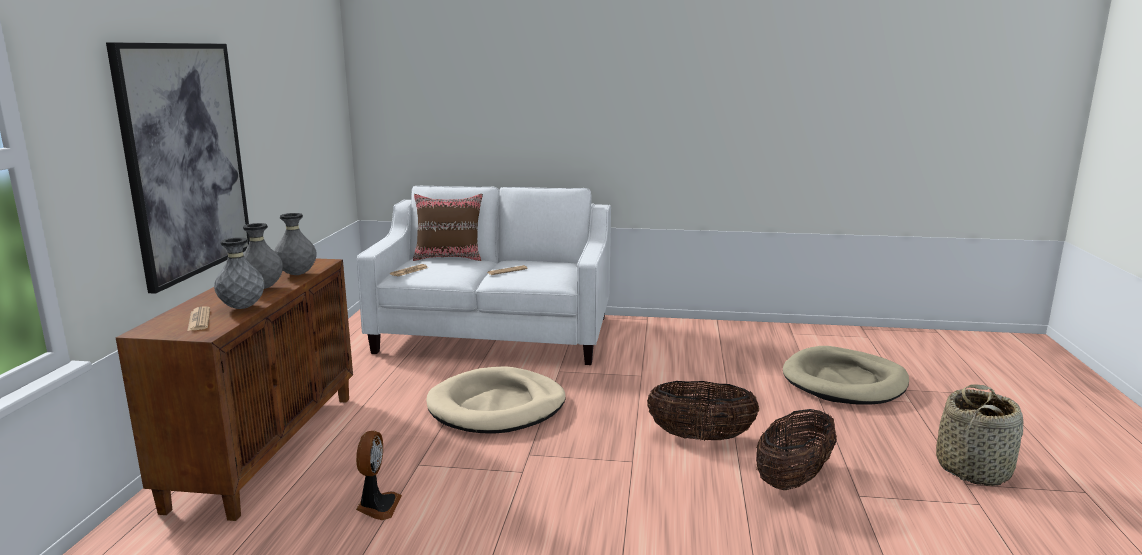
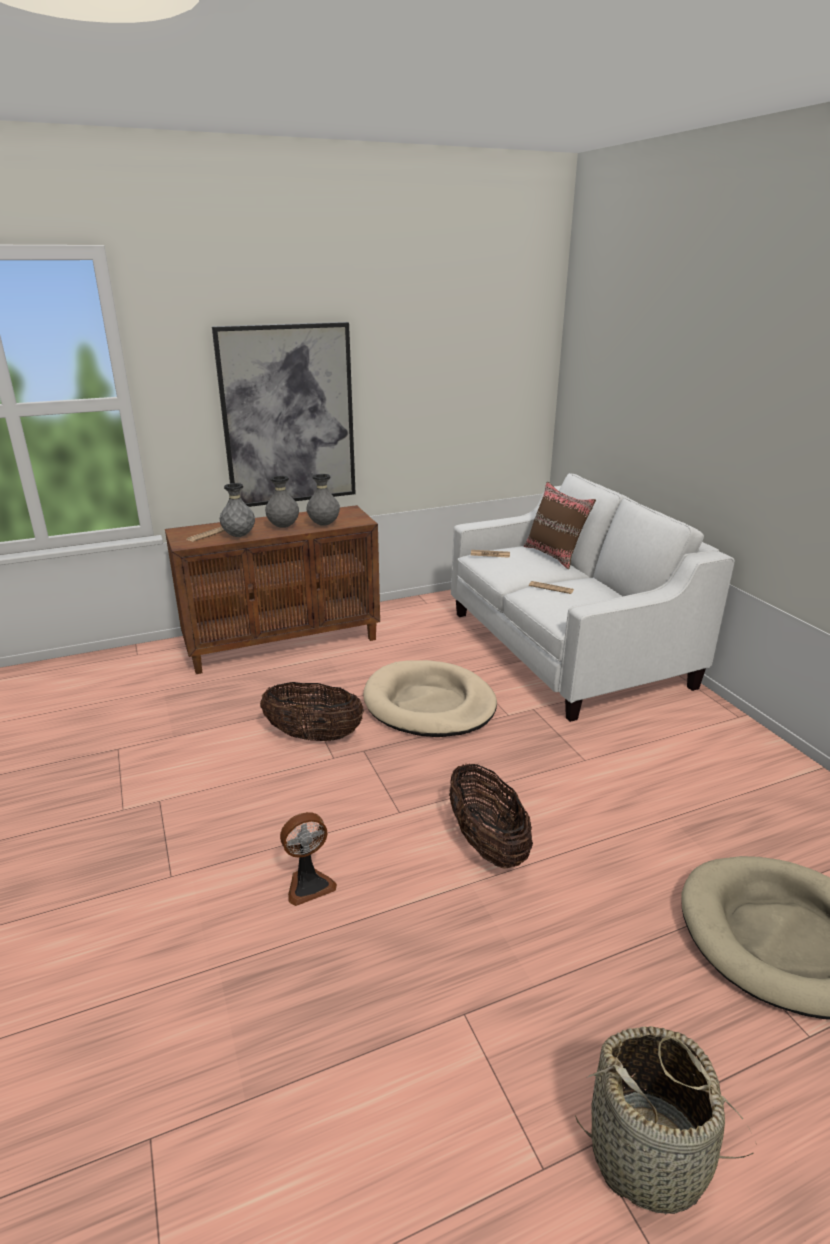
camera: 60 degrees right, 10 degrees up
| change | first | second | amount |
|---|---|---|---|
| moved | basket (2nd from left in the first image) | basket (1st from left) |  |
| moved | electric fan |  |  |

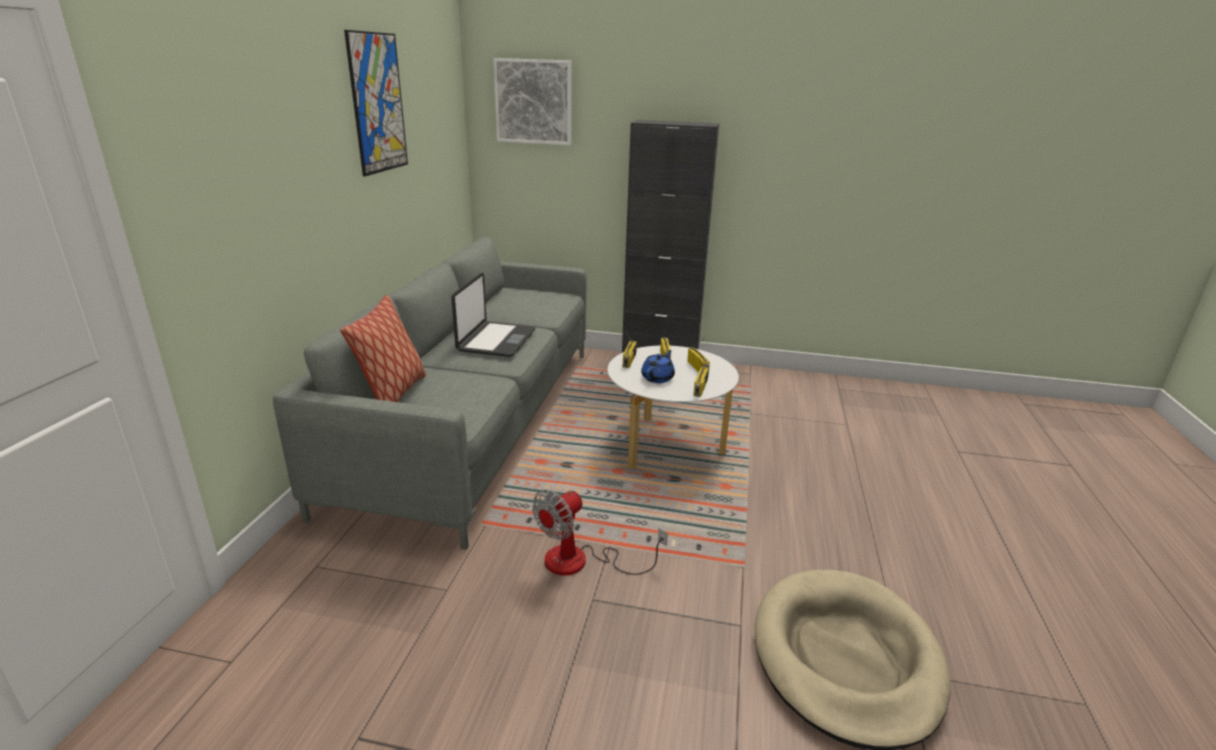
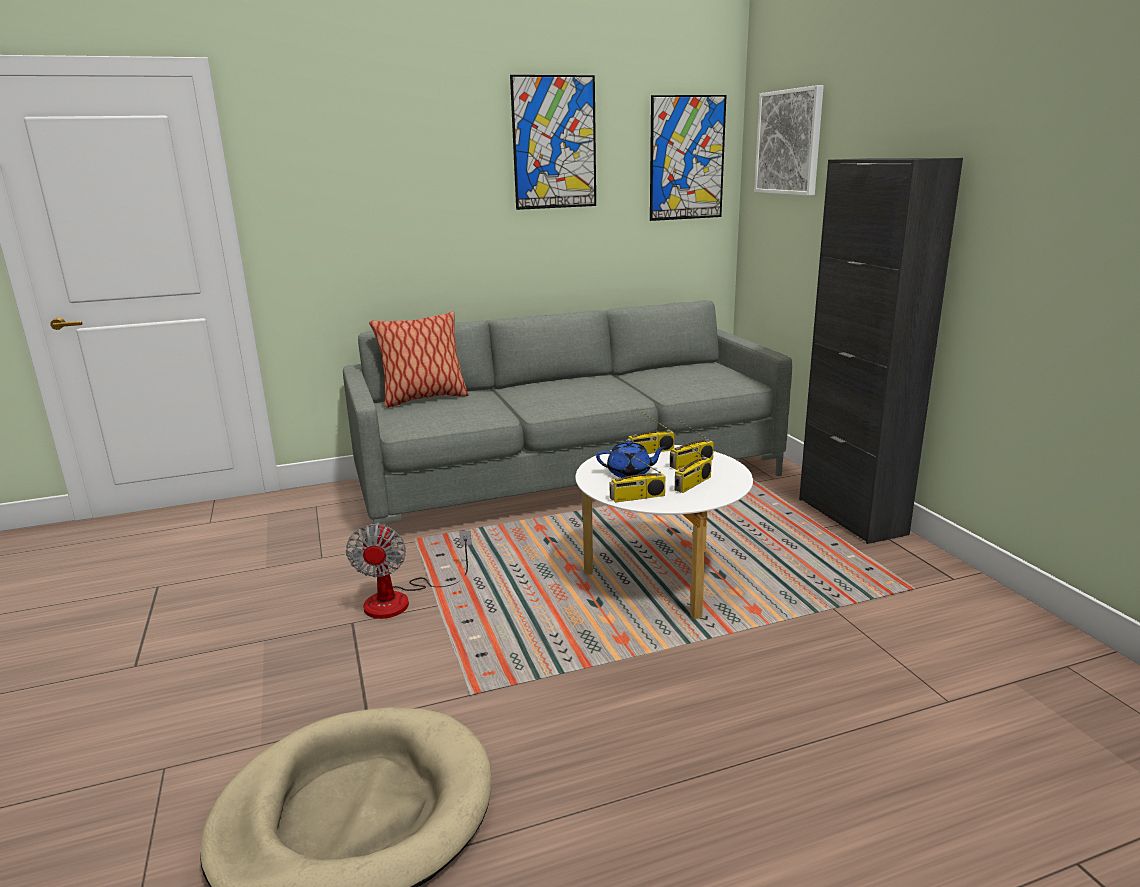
camera: 60 degrees right, 5 degrees down
| change | first | second | amount |
|---|---|---|---|
| removed | notebook computer |  |  |
| turned | electric fan |  | 105 degrees counterclockwise |
| added |  | wall art (2nd from left) |  |

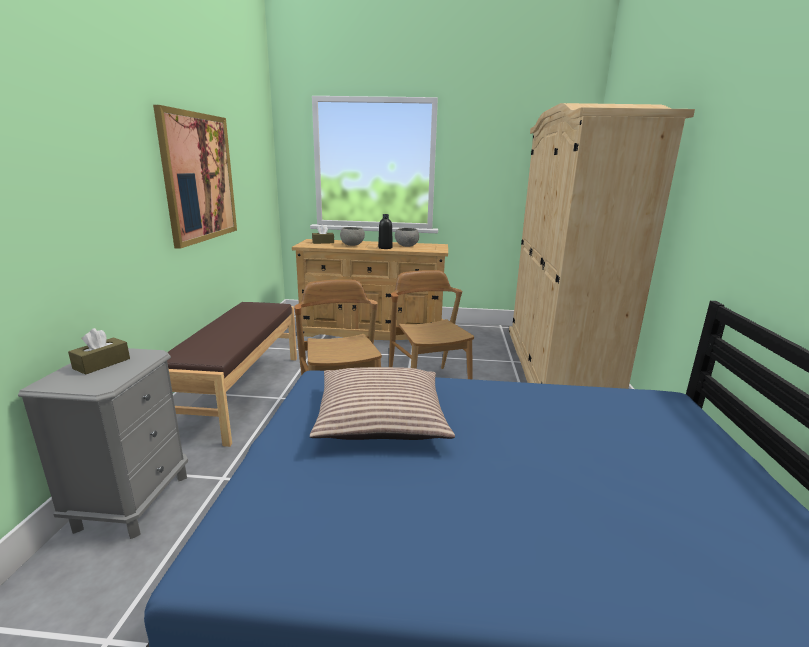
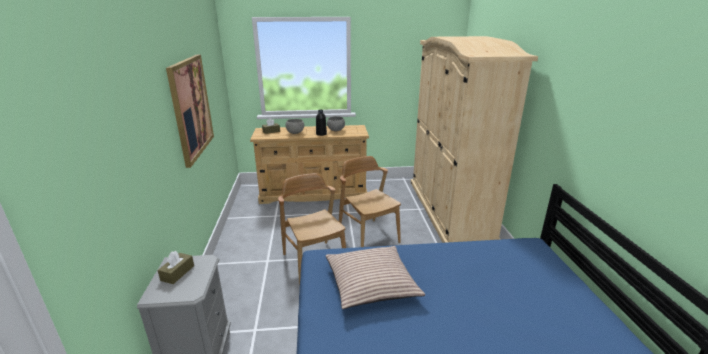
camera: 10 degrees left, 5 degrees up
| change | first | second | amount |
|---|---|---|---|
| removed | brownish long seat |  |  |

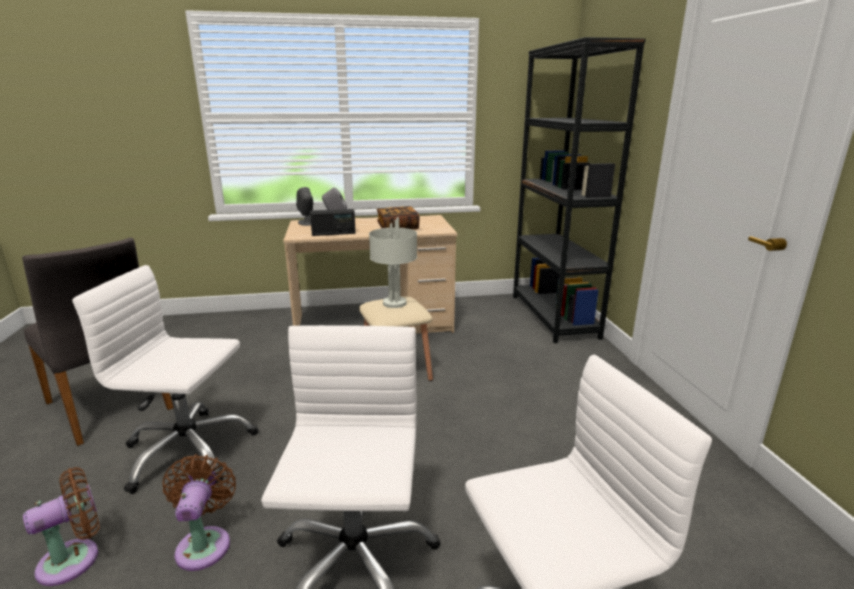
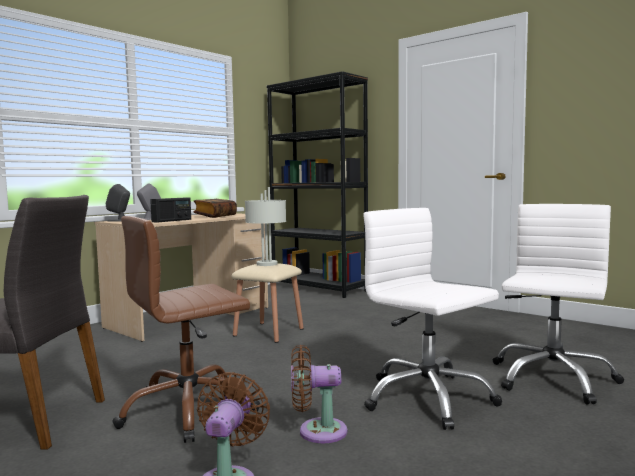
camera: 40 degrees left, 15 degrees down
| change | first | second | amount |
|---|---|---|---|
| recoloured | whitish computer chair (1st from left) | brownish computer chair |  |
| turned | brownish electric fan (2nd from left) |  | 45 degrees counterclockwise |

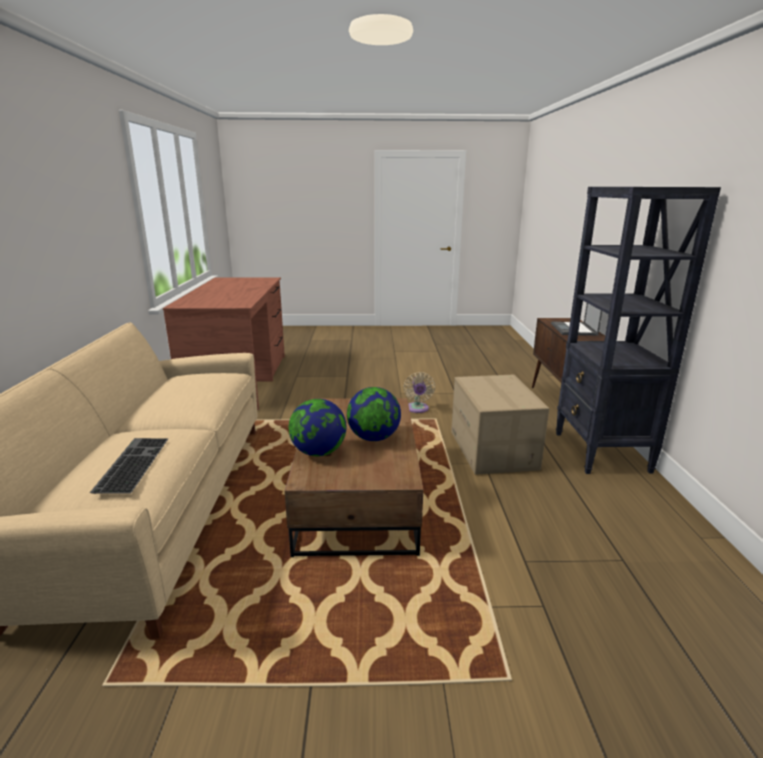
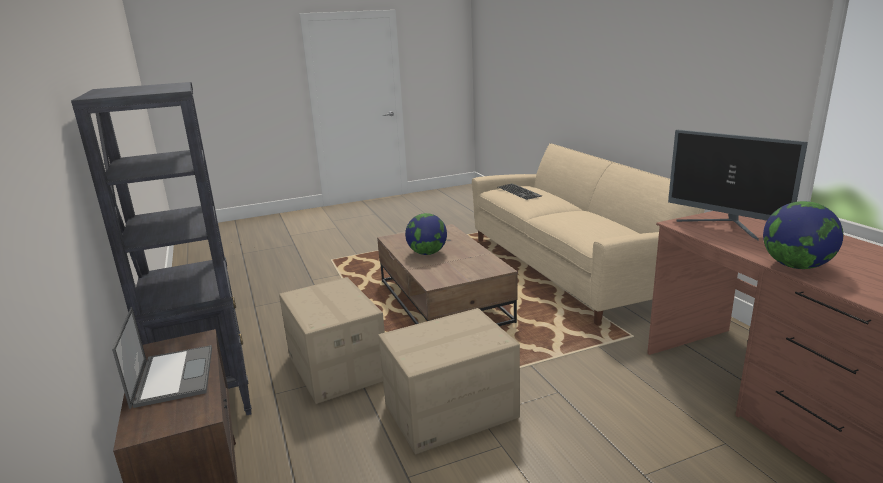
camera: 160 degrees right, 0 degrees up
| change | first | second | amount |
|---|---|---|---|
| replaced | beige-coloured electric fan | packing box (2nd from left) |  |
| moved | world globe (1st from left in the first image) | world globe (2nd from left) |  |
| added |  | monitor |  |

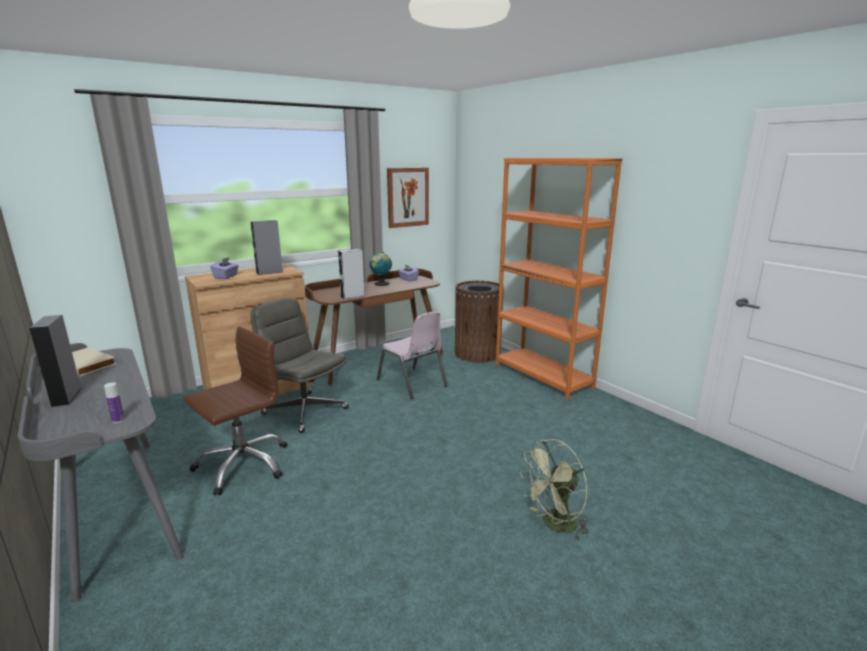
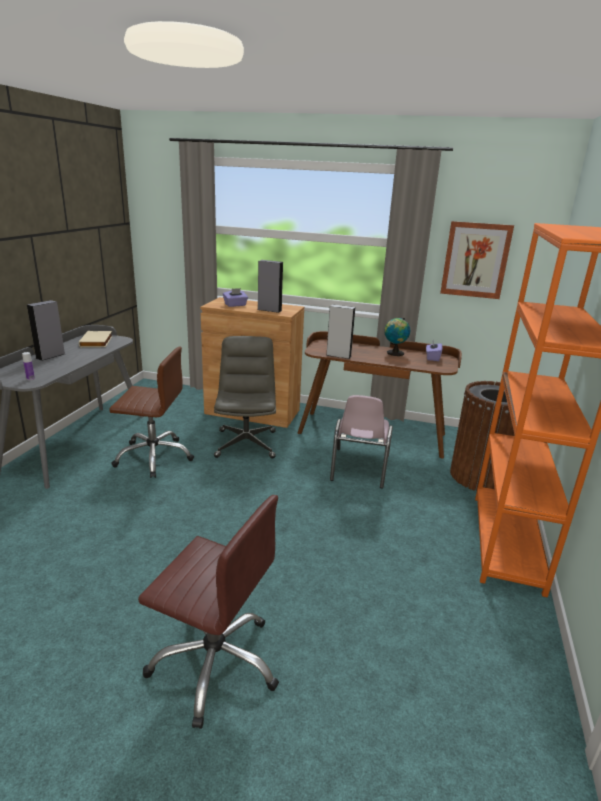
camera: 50 degrees right, 5 degrees up
| change | first | second | amount |
|---|---|---|---|
| replaced | greenish electric fan | brownish computer chair (2nd from left) |  |

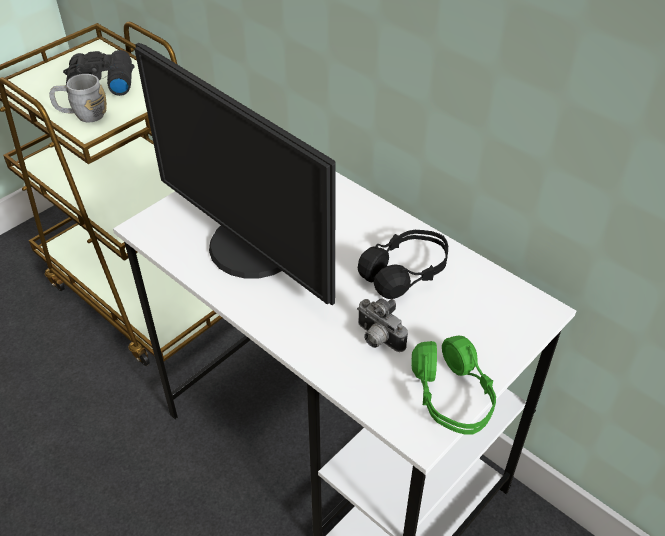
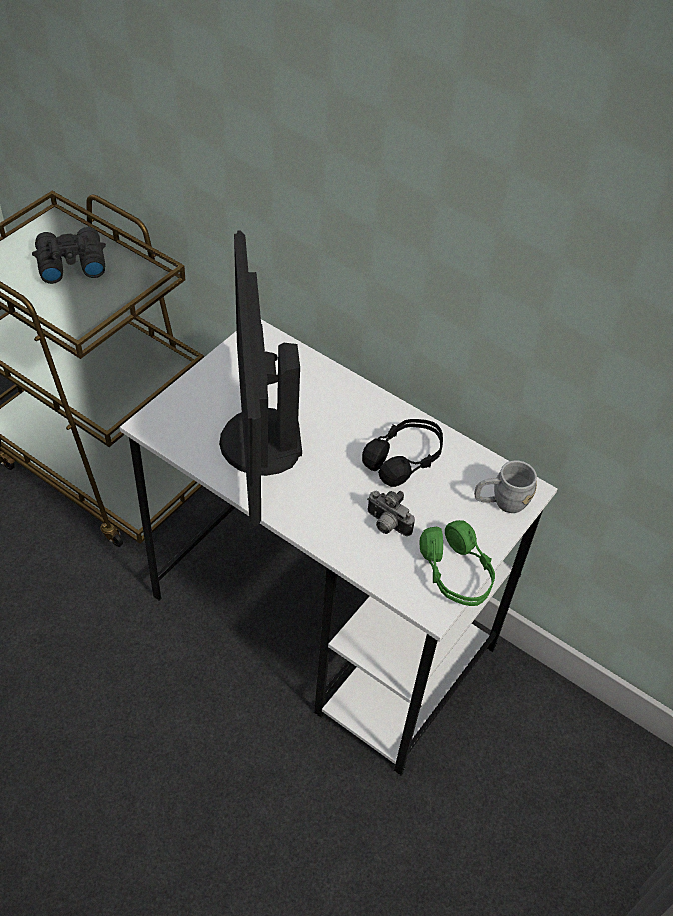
camera: 10 degrees left, 5 degrees up
| change | first | second | amount |
|---|---|---|---|
| turned | monitor |  | 45 degrees clockwise |
| moved | gray coffee mug |  |  |

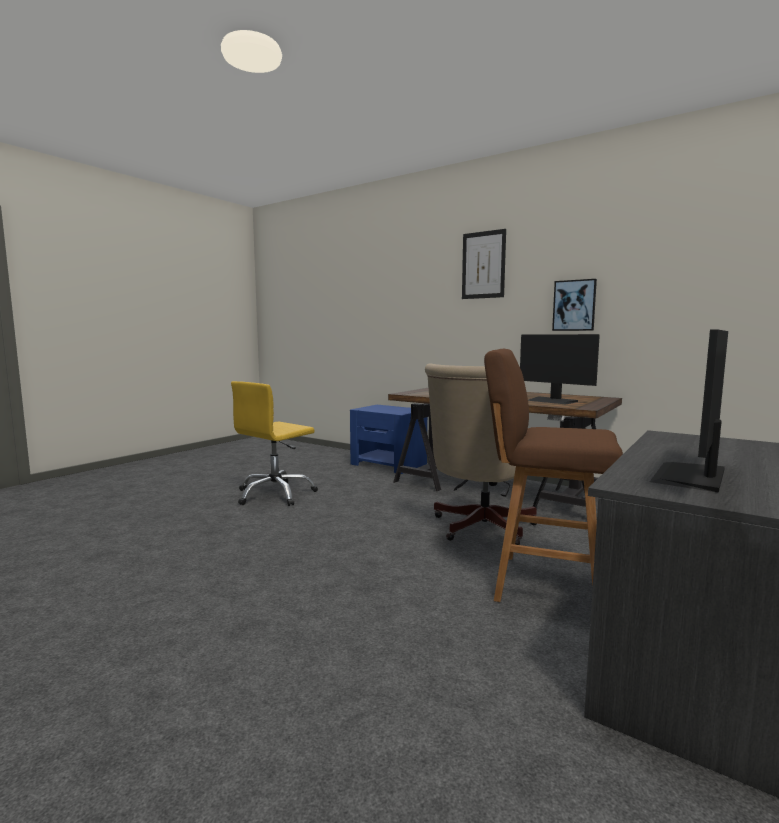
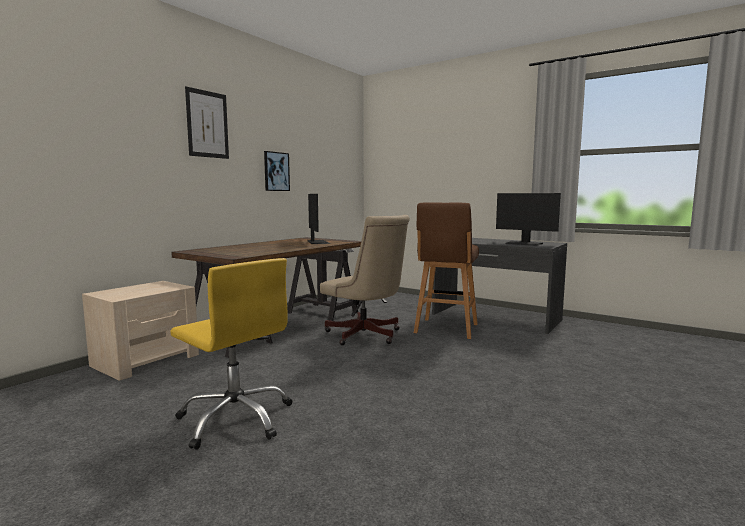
camera: 90 degrees left, 0 degrees up
| change | first | second | amount |
|---|---|---|---|
| turned | monitor (1st from left) |  | 60 degrees counterclockwise |
| recoloured | blue-coloured bedside table | beige-coloured bedside table |  |

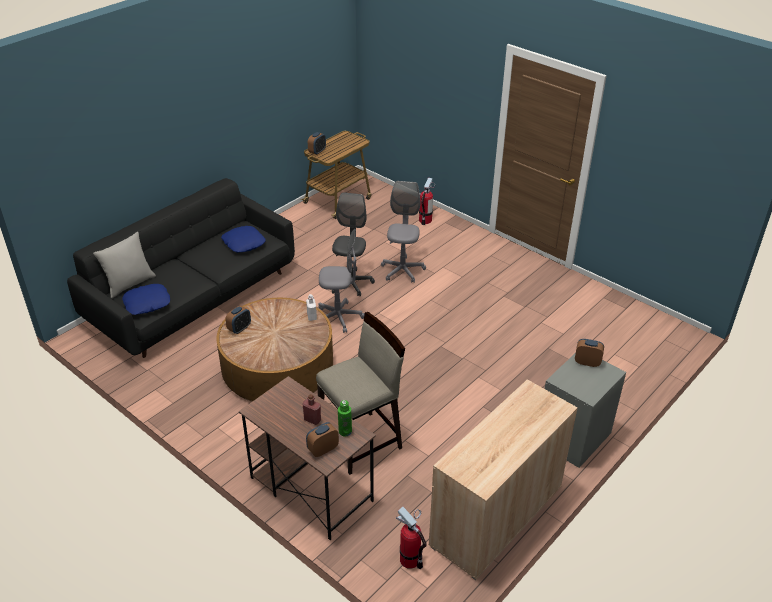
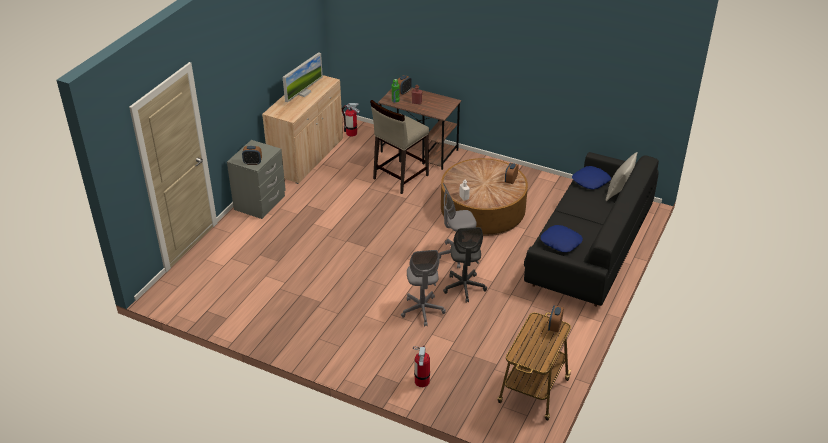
camera: 165 degrees right, 0 degrees up
| change | first | second | amount |
|---|---|---|---|
| added |  | monitor |  |

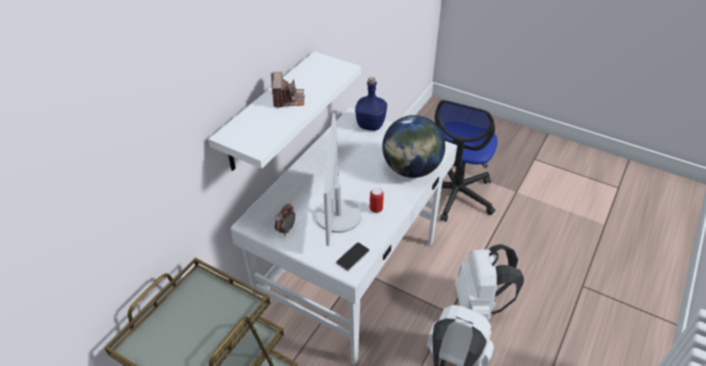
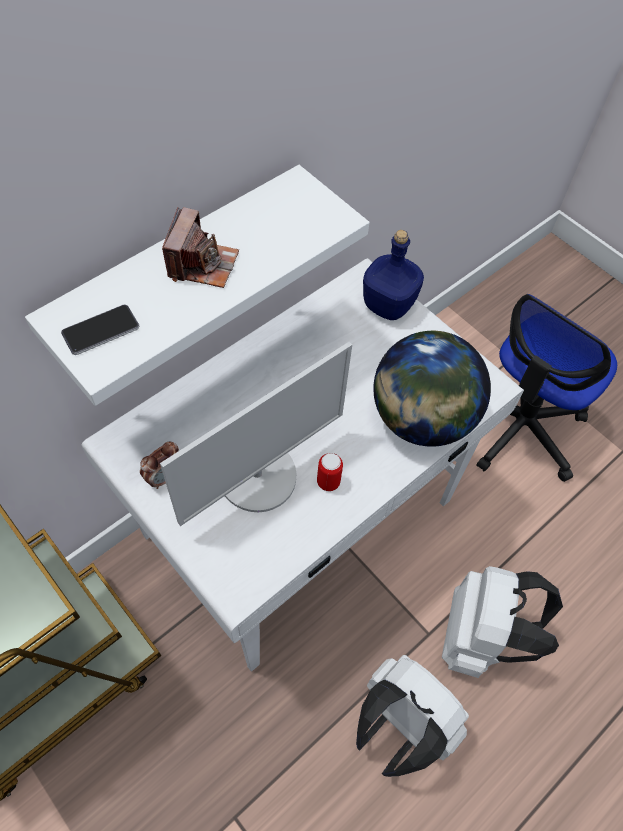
camera: 15 degrees right, 15 degrees up
| change | first | second | amount |
|---|---|---|---|
| turned | monitor |  | 150 degrees counterclockwise |
| moved | telephone |  |  |

